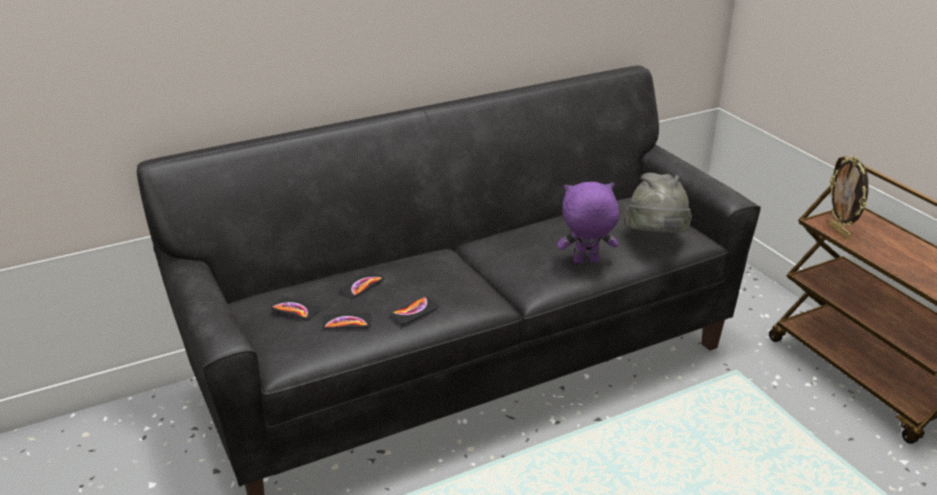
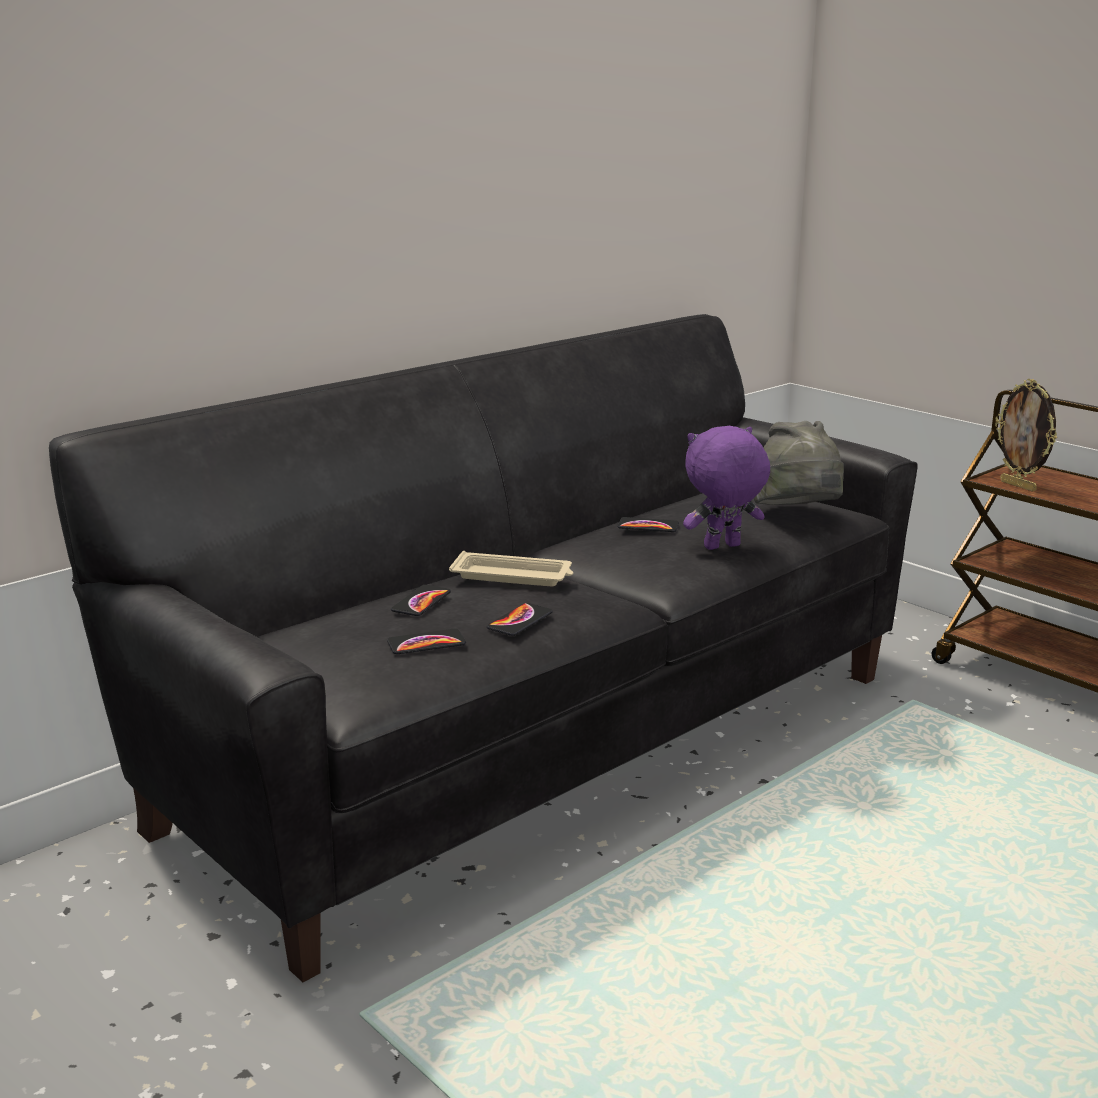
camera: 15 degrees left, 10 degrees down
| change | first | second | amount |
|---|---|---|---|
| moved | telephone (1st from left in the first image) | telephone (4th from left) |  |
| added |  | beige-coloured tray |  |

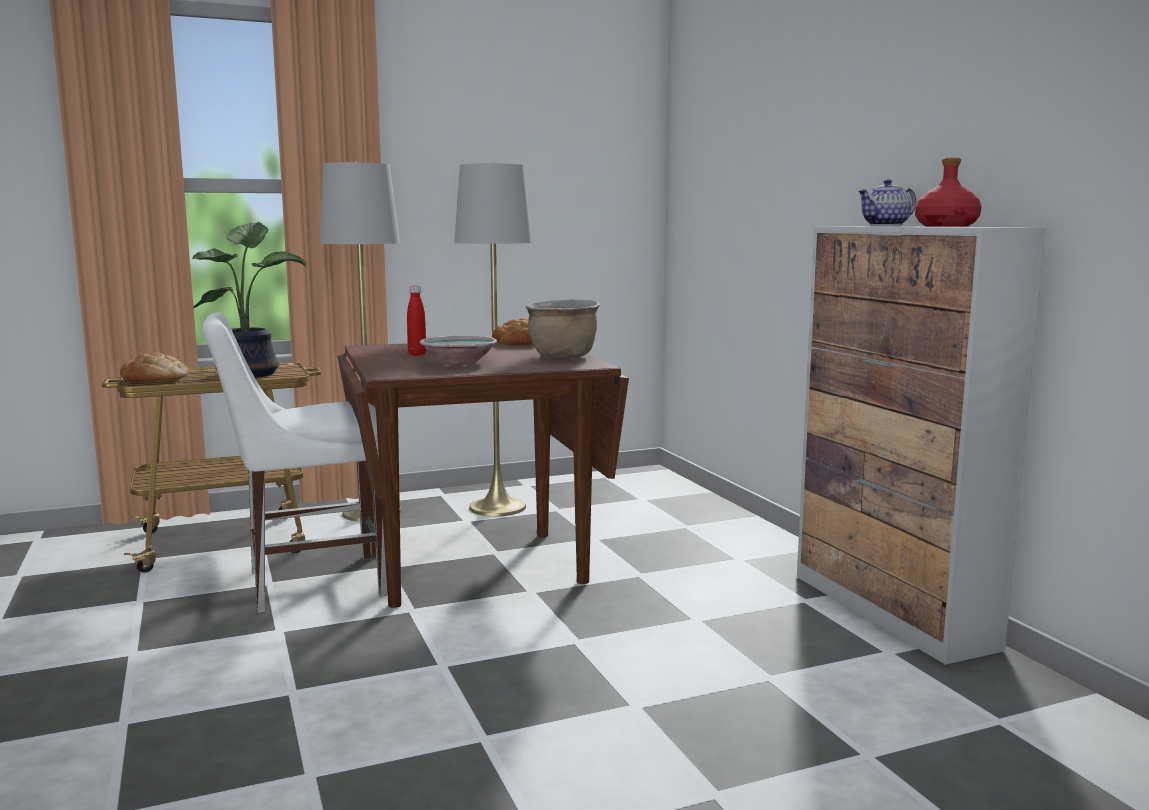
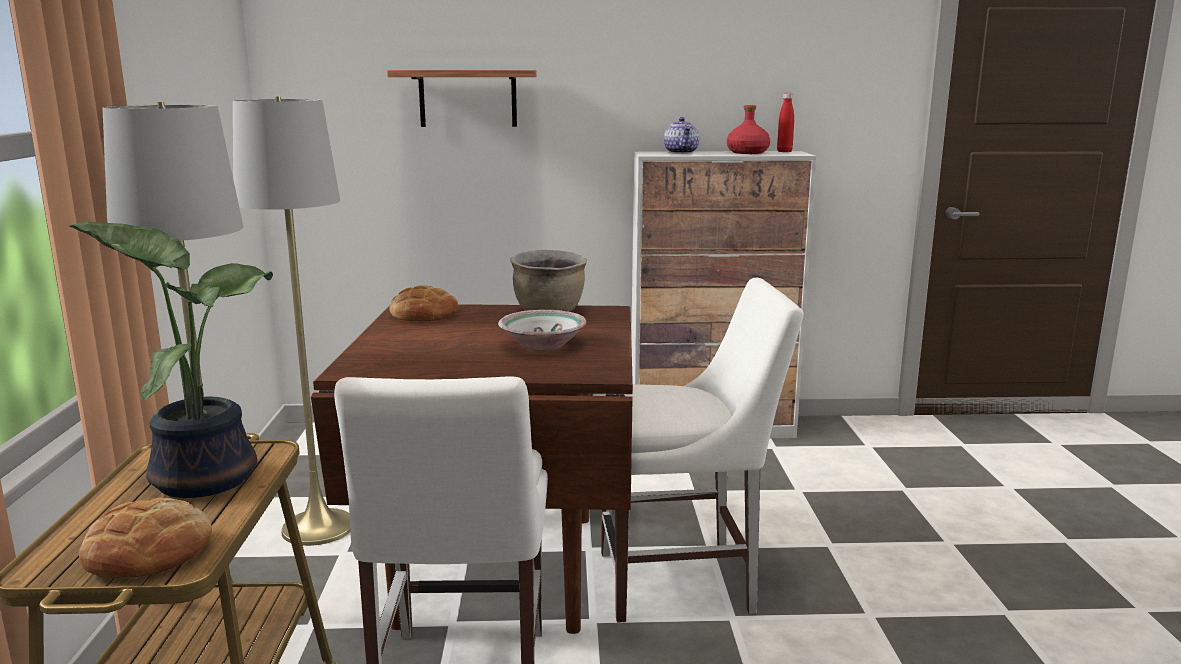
camera: 70 degrees left, 5 degrees up
| change | first | second | amount |
|---|---|---|---|
| moved | red bottle (1st from left in the first image) | red bottle (2nd from left) |  |
| added |  | bracket shelf |  |
| added |  | whitish plain chair (2nd from left) |  |

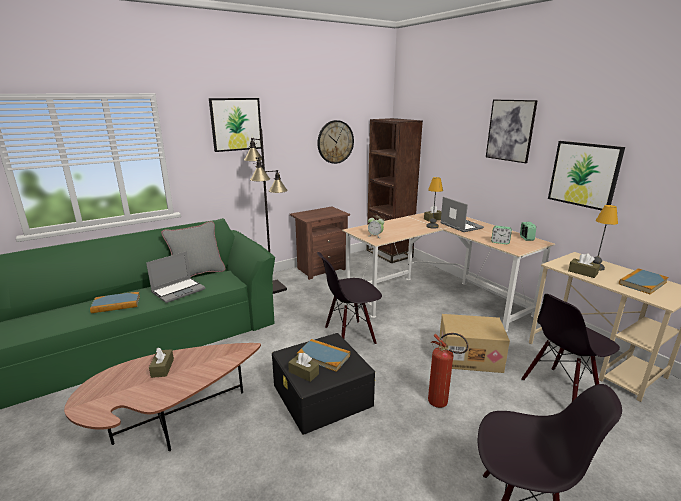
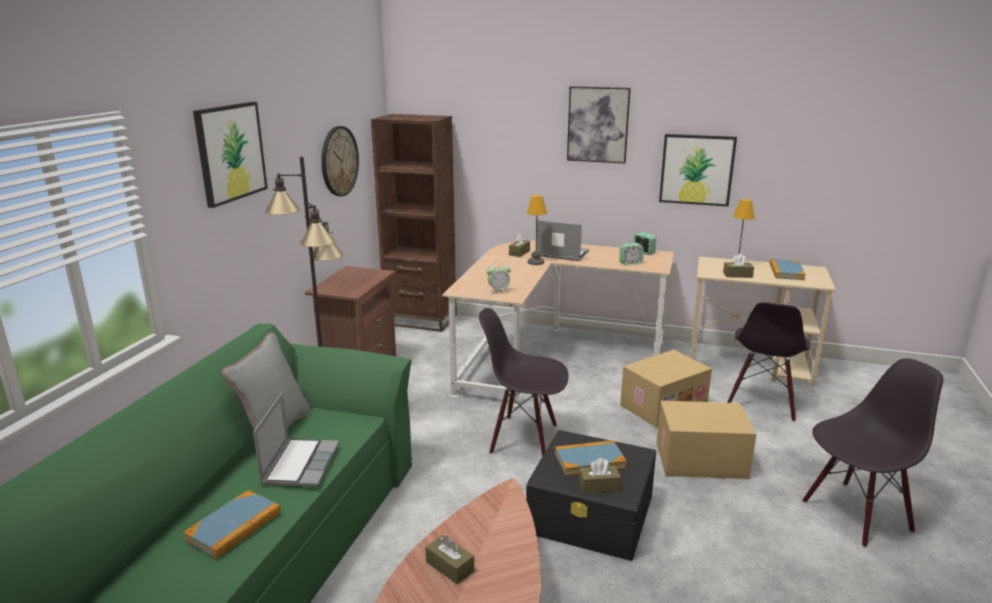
camera: 40 degrees left, 0 degrees up
| change | first | second | amount |
|---|---|---|---|
| turned | blackish plain chair (1st from left) |  | 75 degrees clockwise |
| replaced | fire extinguisher | packing box (2nd from left) |  |

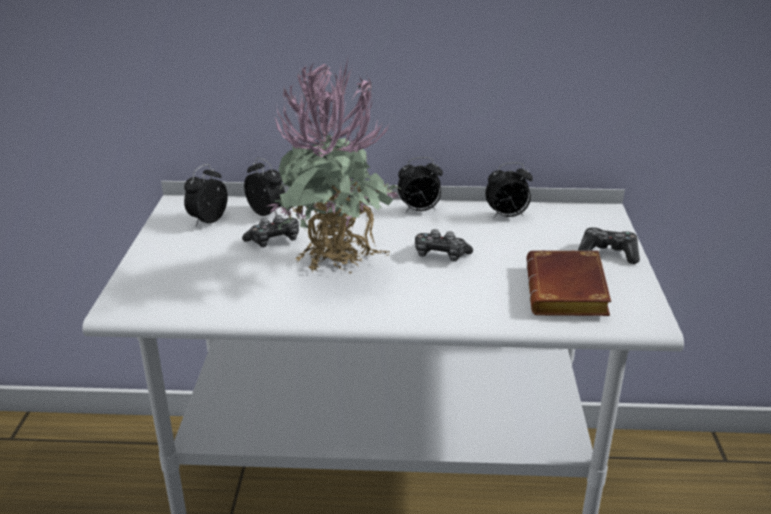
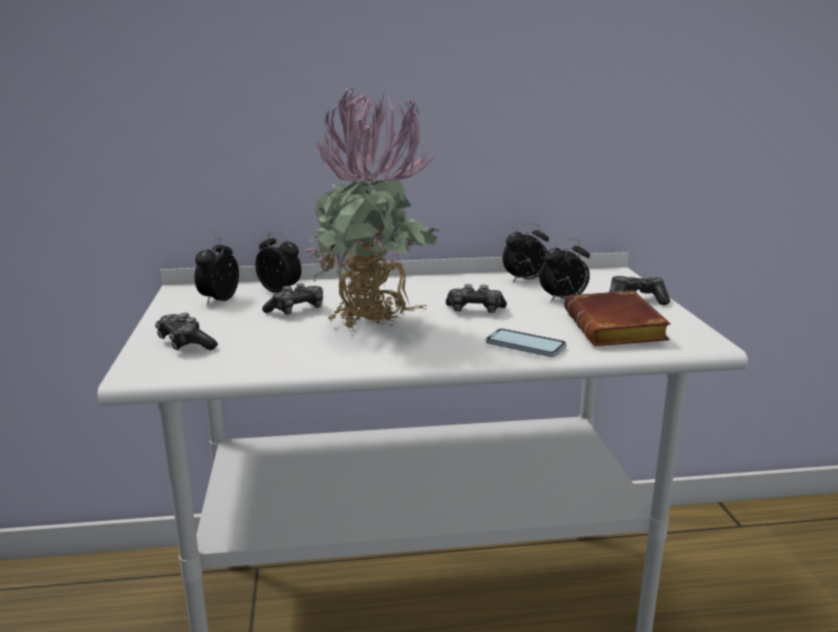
camera: 10 degrees left, 10 degrees down
| change | first | second | amount |
|---|---|---|---|
| moved | bedside clock (3rd from left in the first image) | bedside clock (4th from left) |  |
| added |  | gamepad (1st from left) |  |
| added |  | telephone |  |

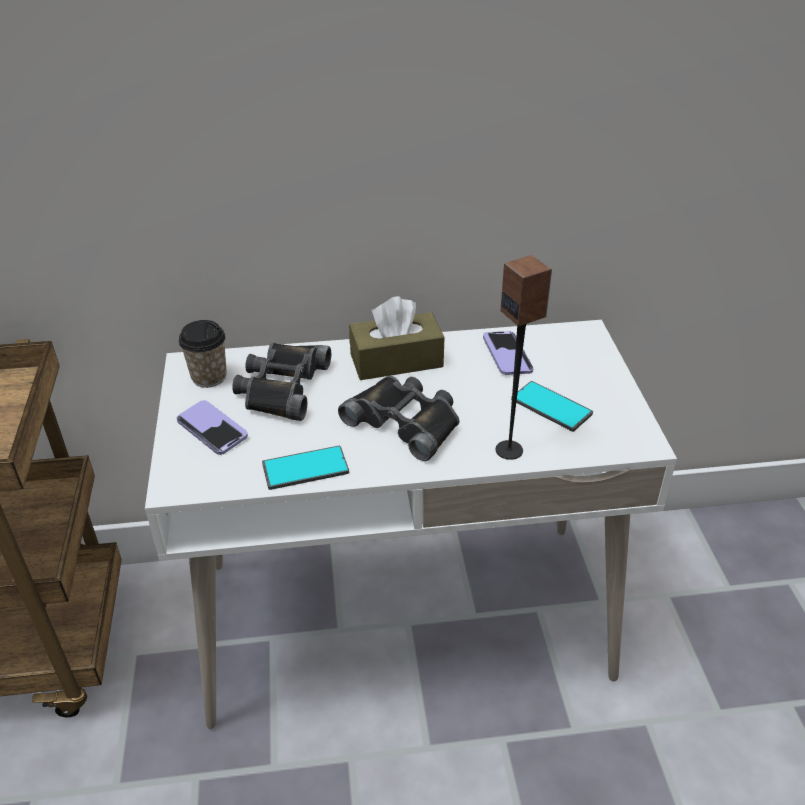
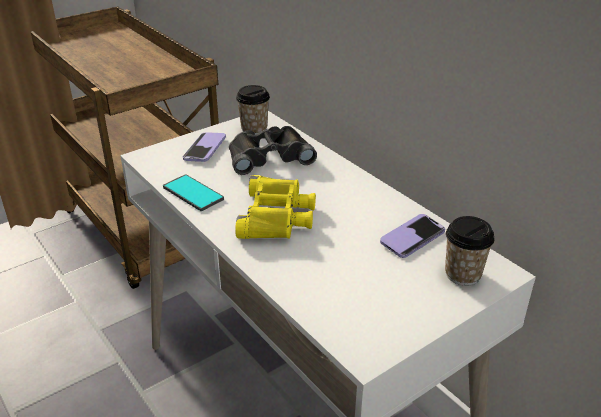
camera: 60 degrees right, 5 degrees down
| change | first | second | amount |
|---|---|---|---|
| removed | loudspeaker |  |  |
| removed | brownish box of tissues |  |  |
| recoloured | blackish binoculars (2nd from left) | yellow binoculars |  |
| removed | telephone (4th from left) |  |  |
| added |  | cup (2nd from left) |  |

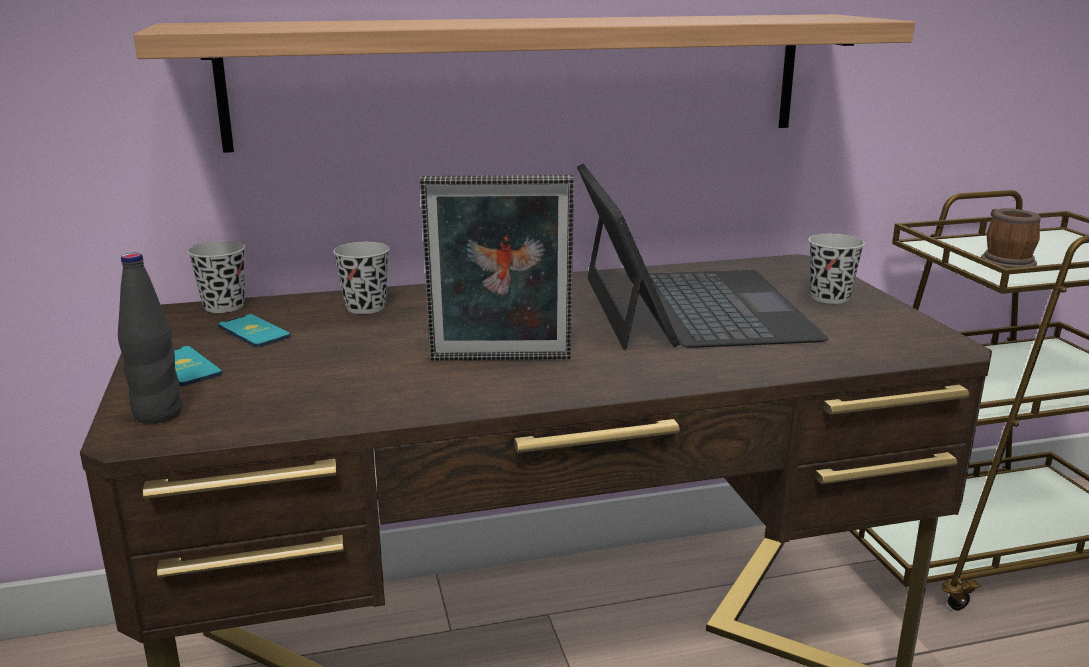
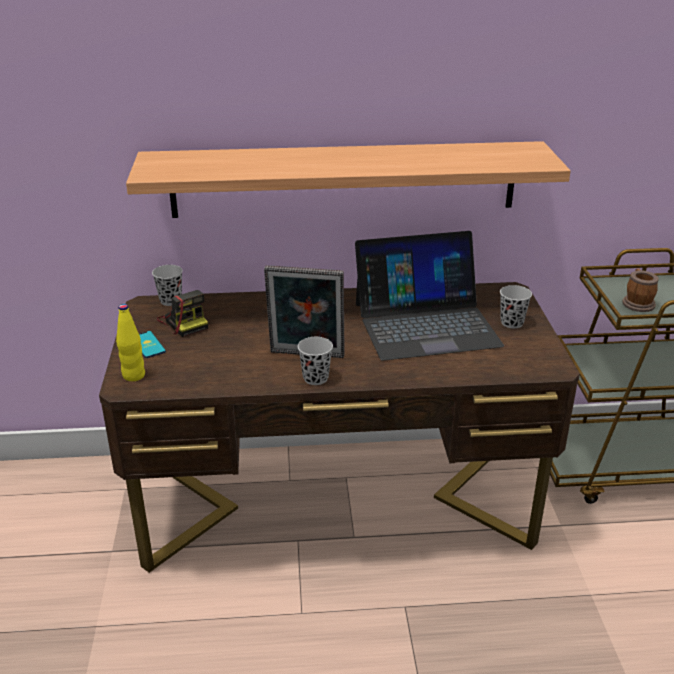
camera: 10 degrees right, 10 degrees up
| change | first | second | amount |
|---|---|---|---|
| turned | notebook computer |  | 75 degrees clockwise |
| moved | blackish cup (2nd from left) |  |  |
| recoloured | blackish bottle | yellow bottle |  |
| replaced | telephone (2nd from left) | photo camera |  |

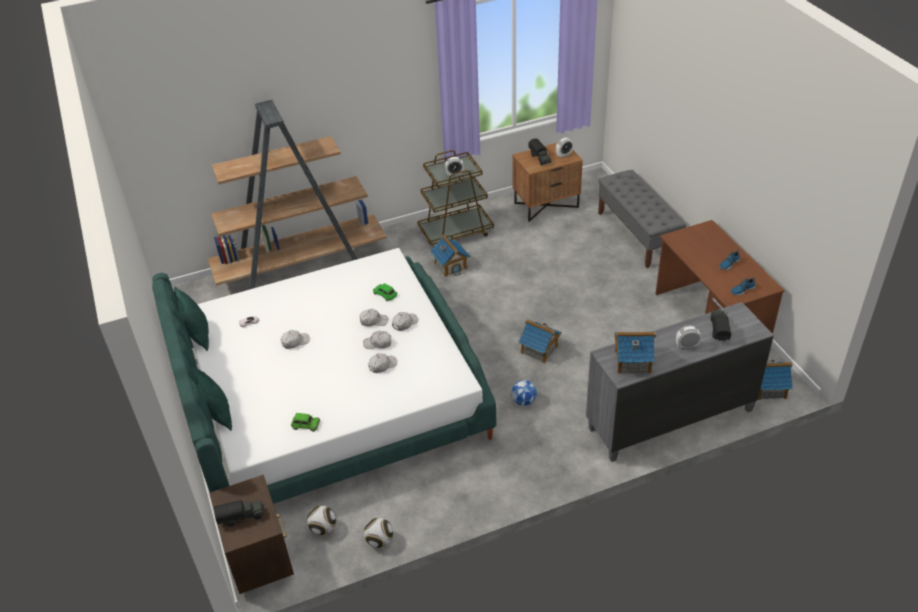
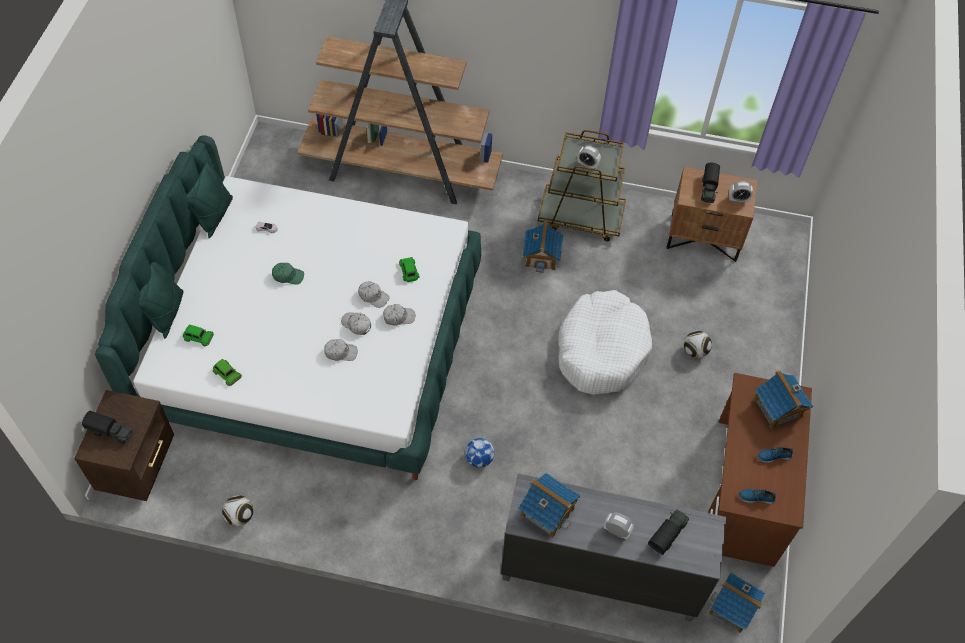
camera: 30 degrees right, 15 degrees up
| change | first | second | amount |
|---|---|---|---|
| removed | gray long seat |  |  |
| moved | miniature house (2nd from left in the first image) | miniature house (4th from left) |  |
| recoloured | whitish baseball cap (1st from left) | greenish baseball cap |  |
| moved | football ball (1st from left in the first image) | football ball (3rd from left) |  |
| added |  | whitish dog cushion |  |
| added |  | greenish miniature car (1st from left) |  |

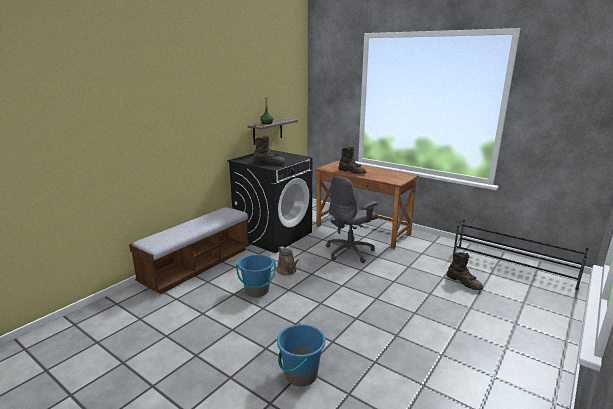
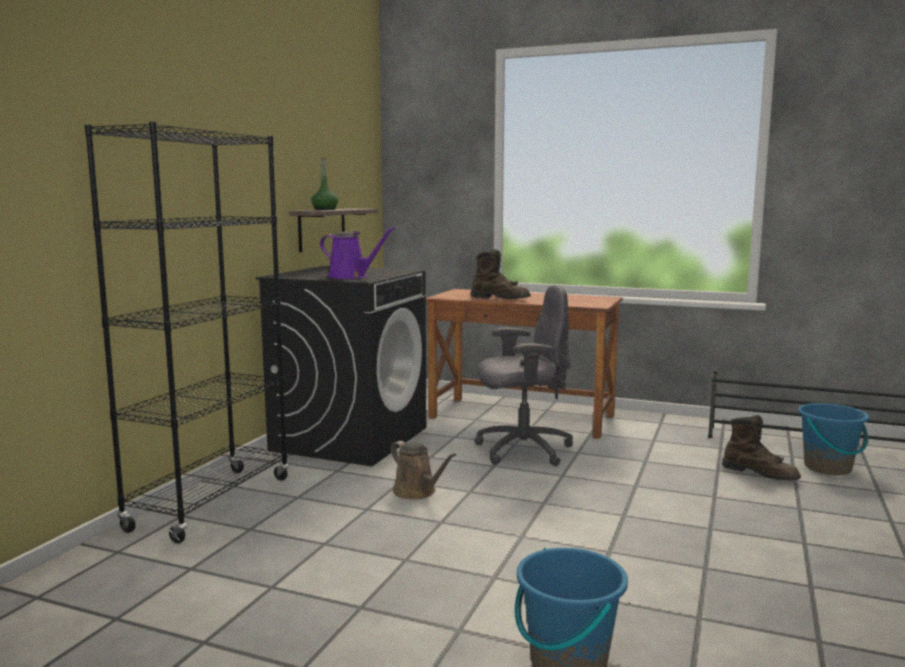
camera: 15 degrees left, 10 degrees down
| change | first | second | amount |
|---|---|---|---|
| replaced | brownish boot (1st from left) | purple-coloured sprinkling can |  |
| turned | gray computer chair |  | 135 degrees counterclockwise |
| replaced | long seat | blackish shelving unit |  |
| moved | blue-coloured water bucket (1st from left in the first image) | blue-coloured water bucket (2nd from left) |  |

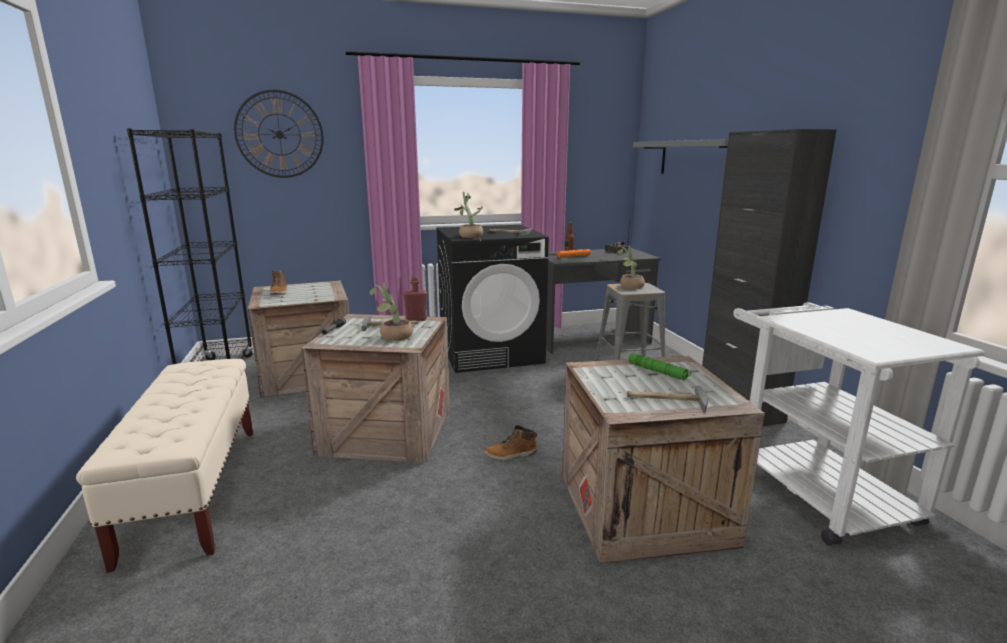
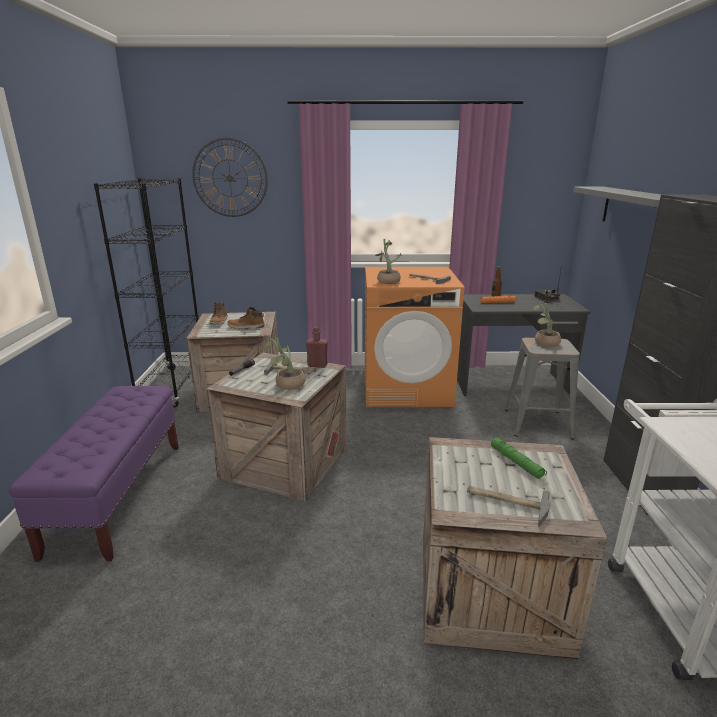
camera: 15 degrees right, 5 degrees up
| change | first | second | amount |
|---|---|---|---|
| recoloured | blackish laundry machine | orange-coloured laundry machine |  |
| recoloured | beige-coloured long seat | purple-coloured long seat |  |
| moved | boot (2nd from left) |  |  |

